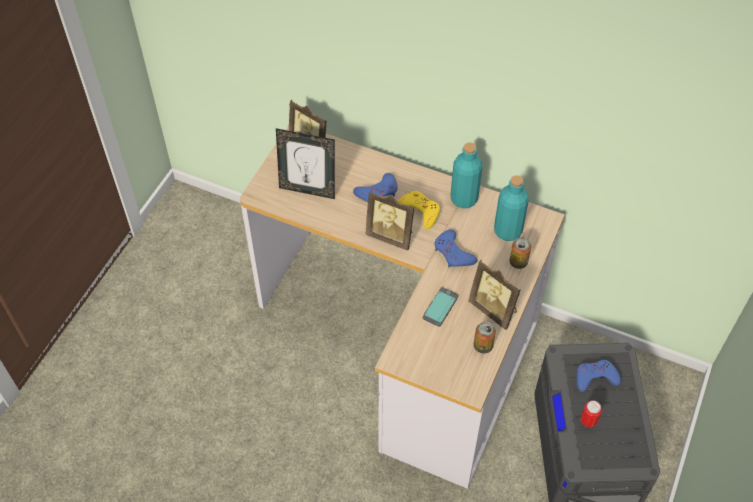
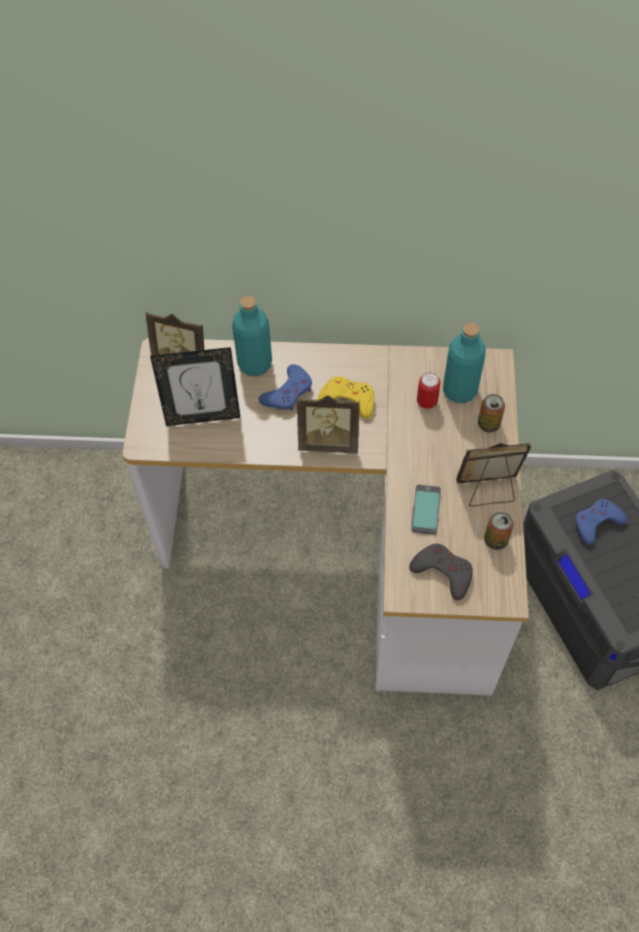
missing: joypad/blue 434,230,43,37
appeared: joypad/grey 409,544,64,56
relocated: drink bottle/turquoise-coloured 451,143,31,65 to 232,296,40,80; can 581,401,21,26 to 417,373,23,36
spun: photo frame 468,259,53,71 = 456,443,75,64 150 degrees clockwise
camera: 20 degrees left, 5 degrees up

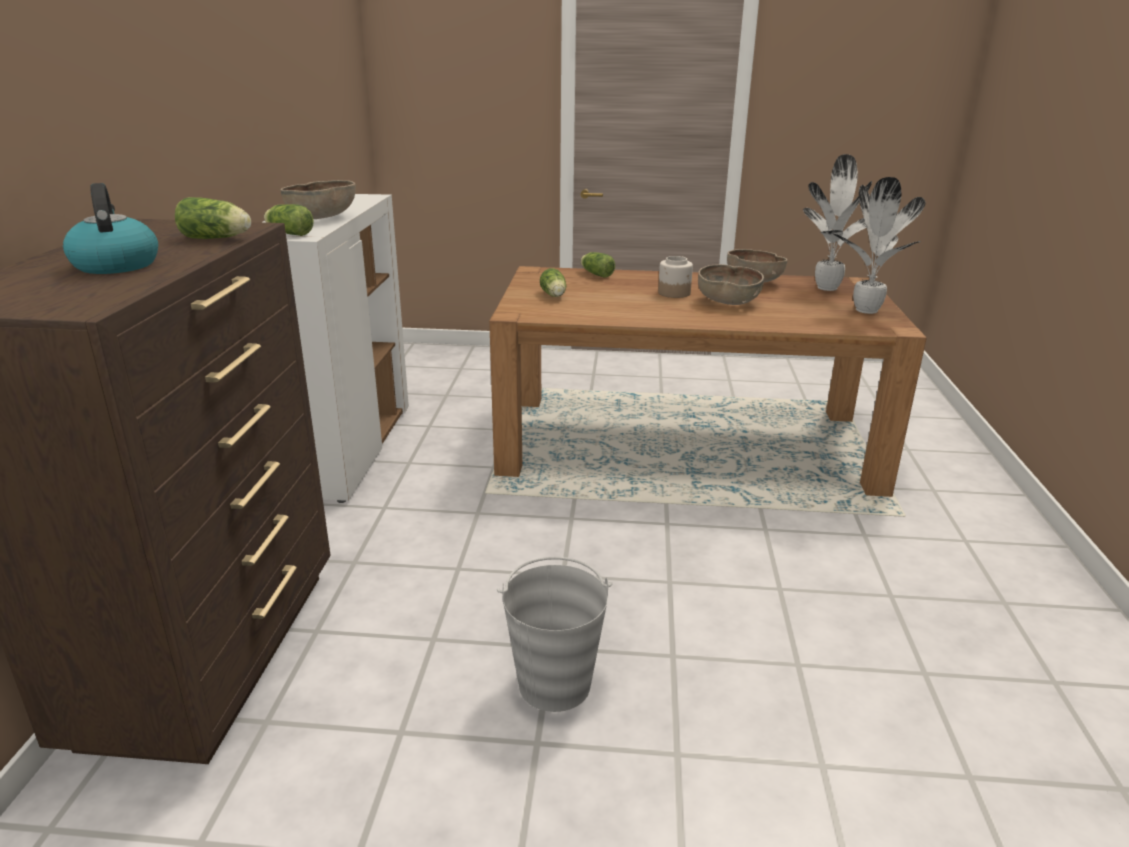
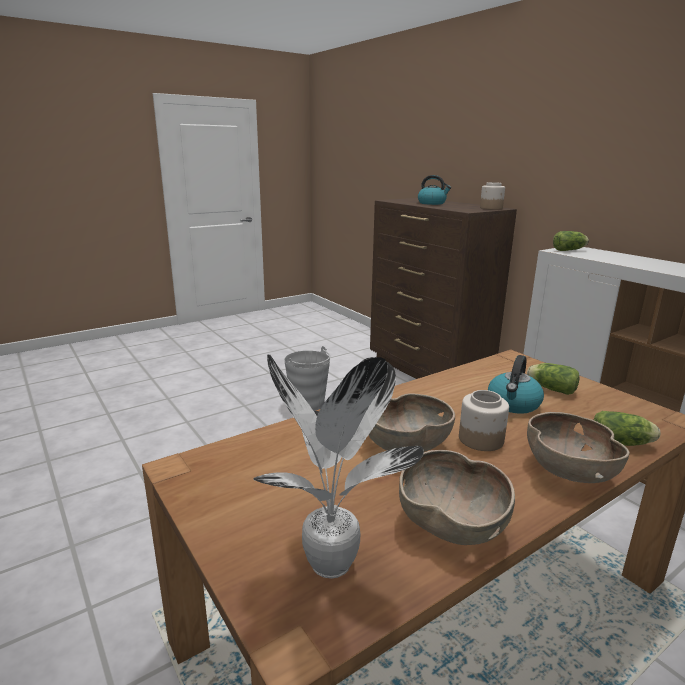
missing: plant in a pot 833,177,92,137; head of lettuce 175,197,76,42
appeared: storage jar 480,182,25,27; kettle 488,355,56,59
relocated: deep dish/brownish 280,180,76,39 to 527,412,102,71
camera: 140 degrees right, 5 degrees down

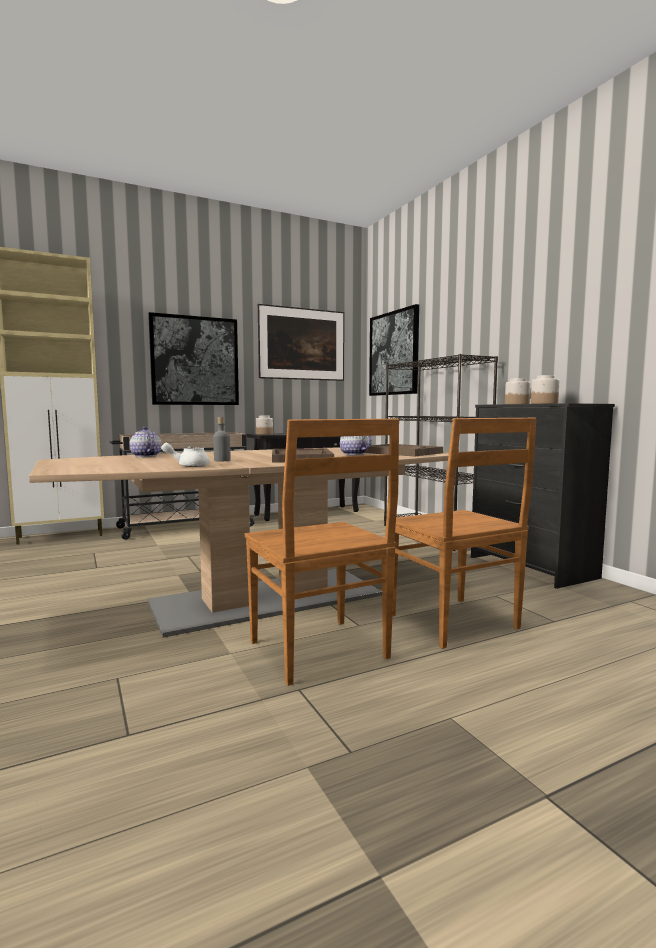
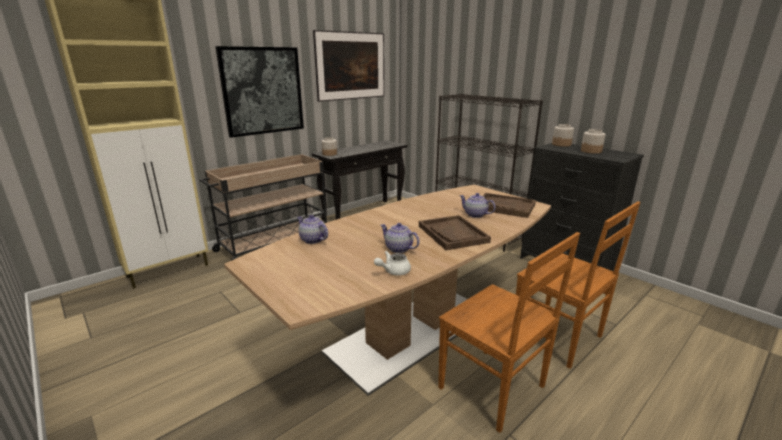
missing: wall art 369,304,50,92
exchanged: drink bottle/grey 213,417,18,44 to teapot 380,223,40,30
camera: 15 degrees left, 15 degrees up

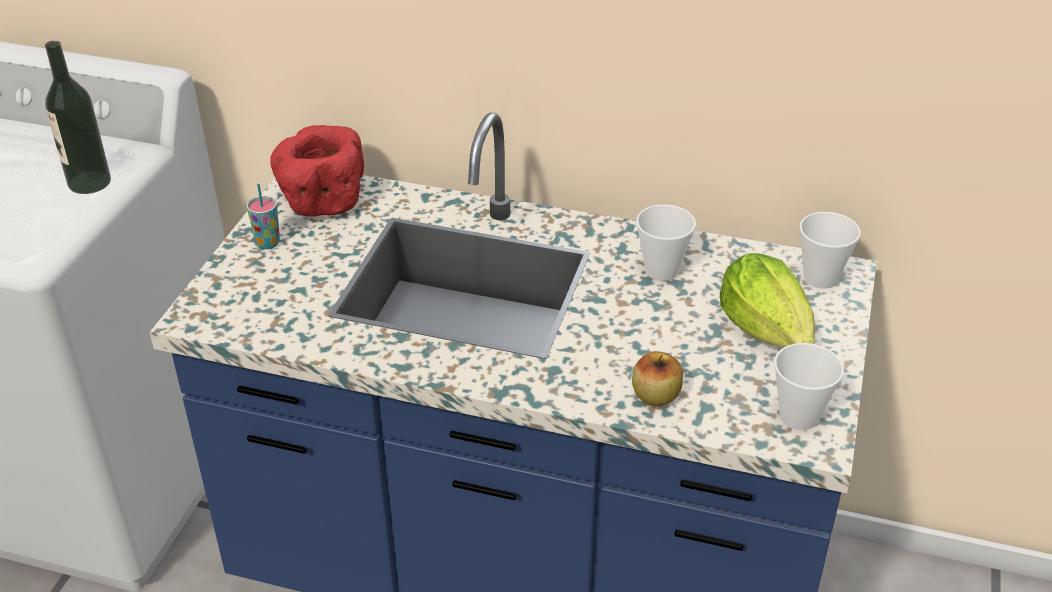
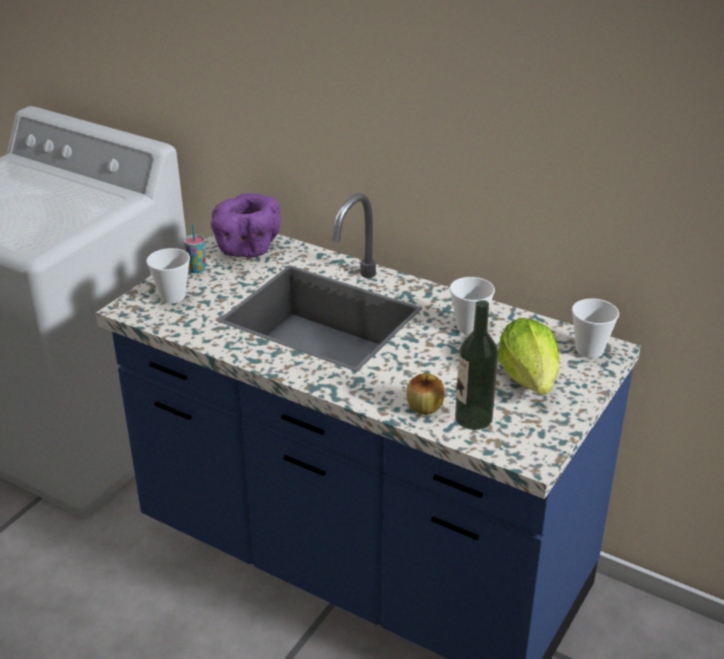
relocated: drink bottle 45,41,66,153 to 455,300,43,130; drinking cup 774,343,70,87 to 146,248,44,56
colour: deep dish/red-coloured 270,125,94,92 to deep dish/purplish 211,193,70,65
camera: 15 degrees right, 5 degrees down

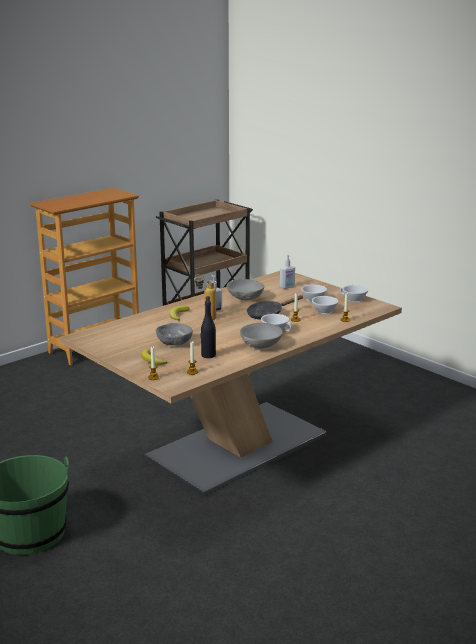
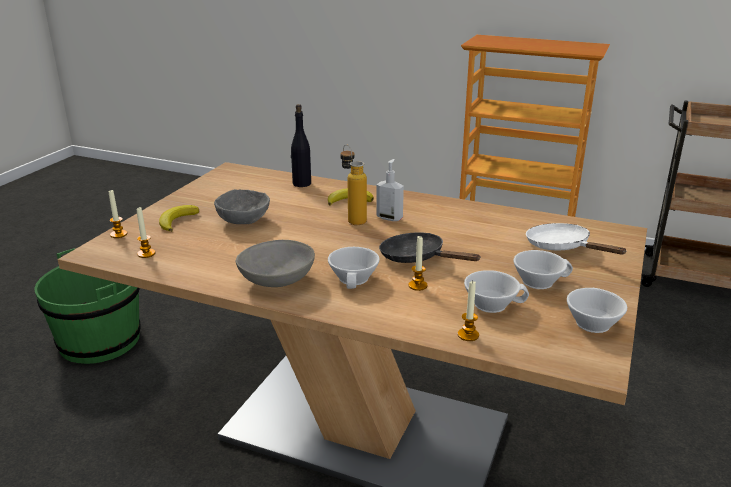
missing: deep dish/grey 226,279,38,21
relocated: drink bottle/black-coloured 200,296,16,62 to 291,104,20,83
exchanged: soap bottle 280,254,15,35 to pan/white-coloured 526,223,101,32
camera: 65 degrees right, 5 degrees up

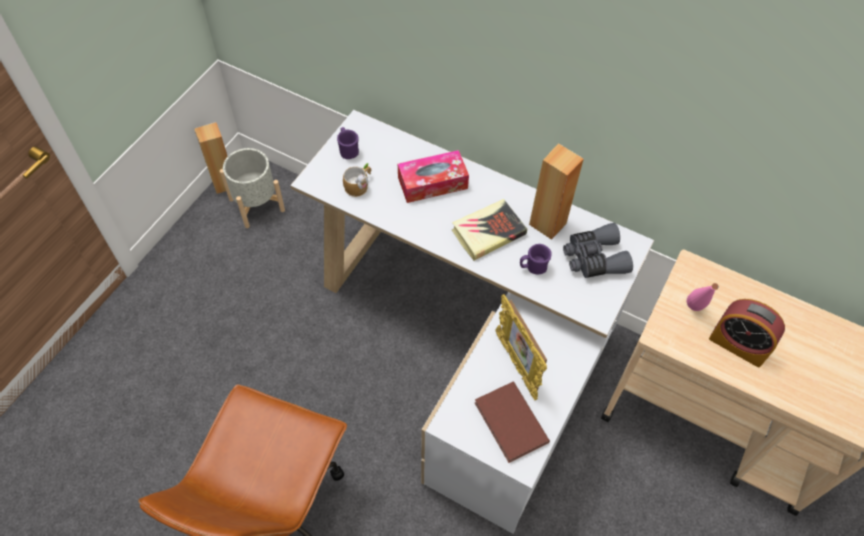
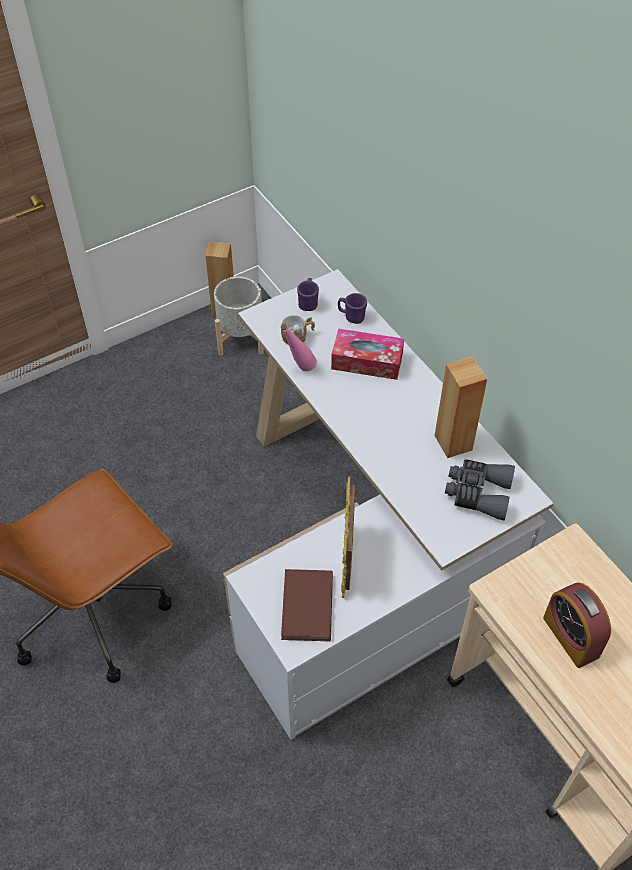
missing: book 452,199,75,62
relocated: mug/purplish 520,244,32,30 to 338,293,29,31; drink bottle/pinkish 687,283,32,28 to 281,324,36,47
camera: 30 degrees right, 5 degrees down

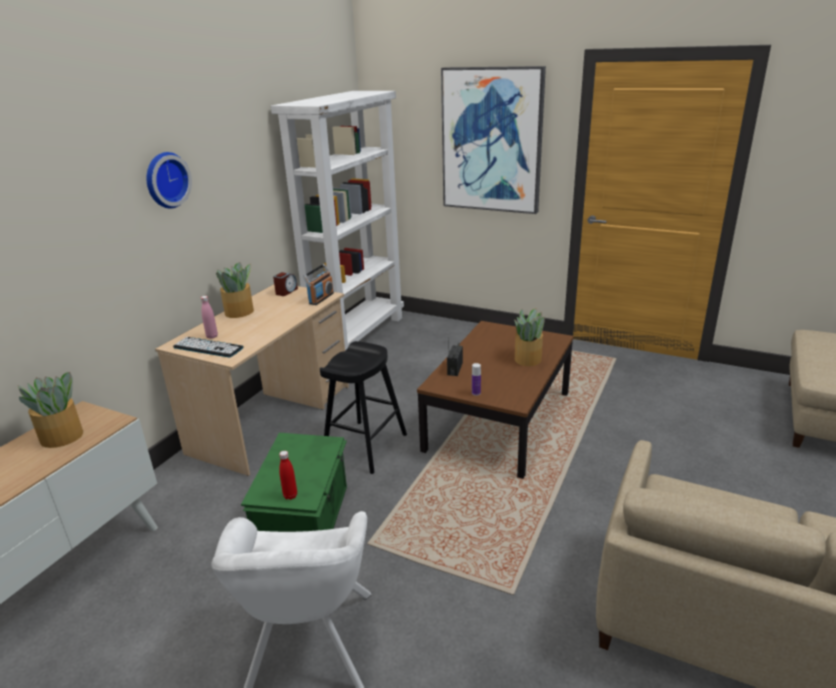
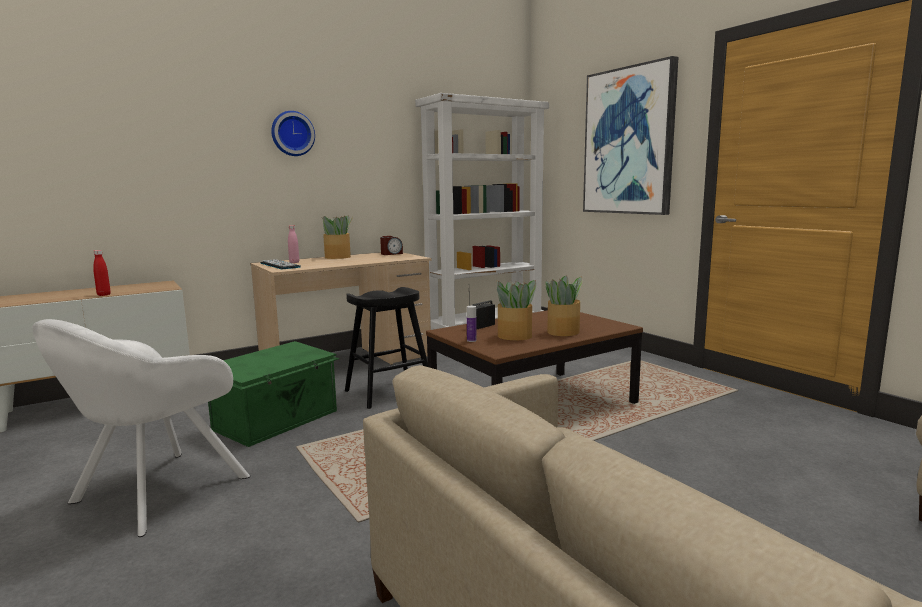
missing: radio 303,264,31,41
relocated: plant in a pot 18,372,65,76 to 497,280,40,60; drink bottle/red-coloured 279,451,18,49 to 93,250,18,46
camera: 30 degrees right, 15 degrees down

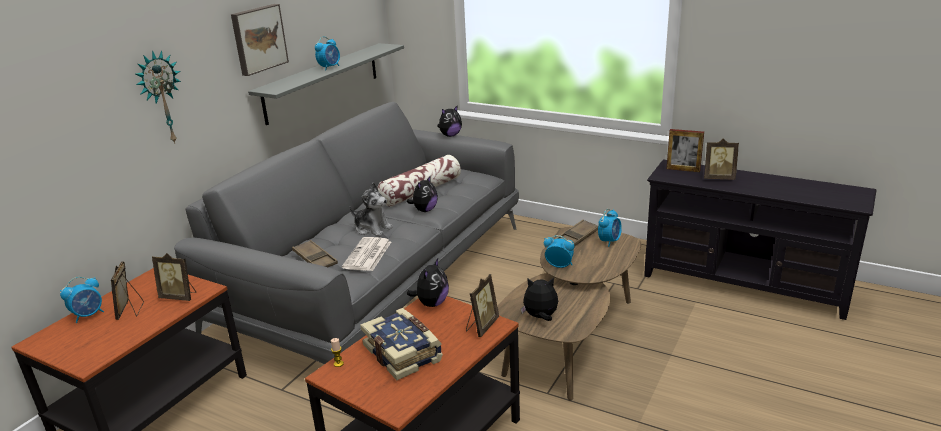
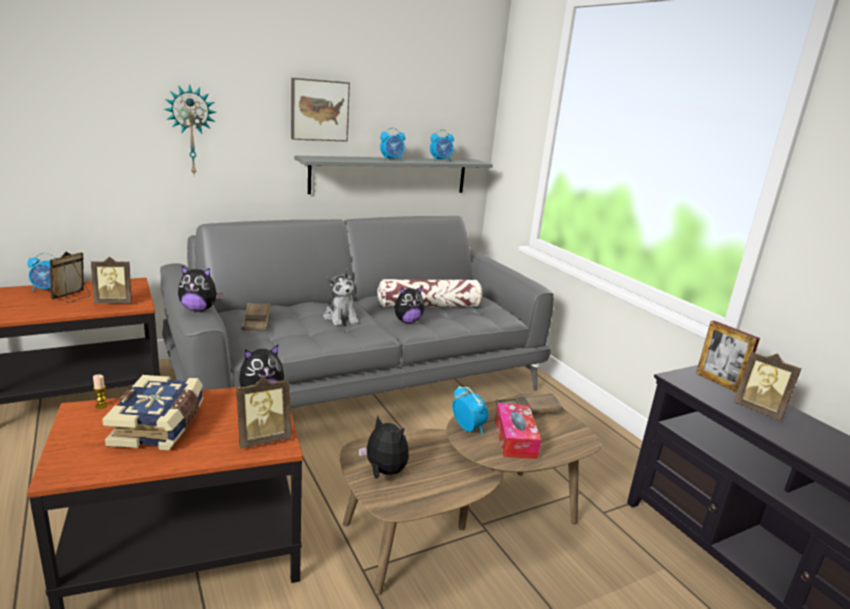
missing: daily paper 342,237,49,34
appeared: tissue box 495,403,46,56
relocated: plush toy 437,106,25,31 to 178,266,45,46; alarm clock 598,209,24,38 to 430,130,24,31
spun: photo frame 152,253,44,48 = 91,257,41,47 60 degrees counterclockwise
camera: 30 degrees right, 5 degrees down

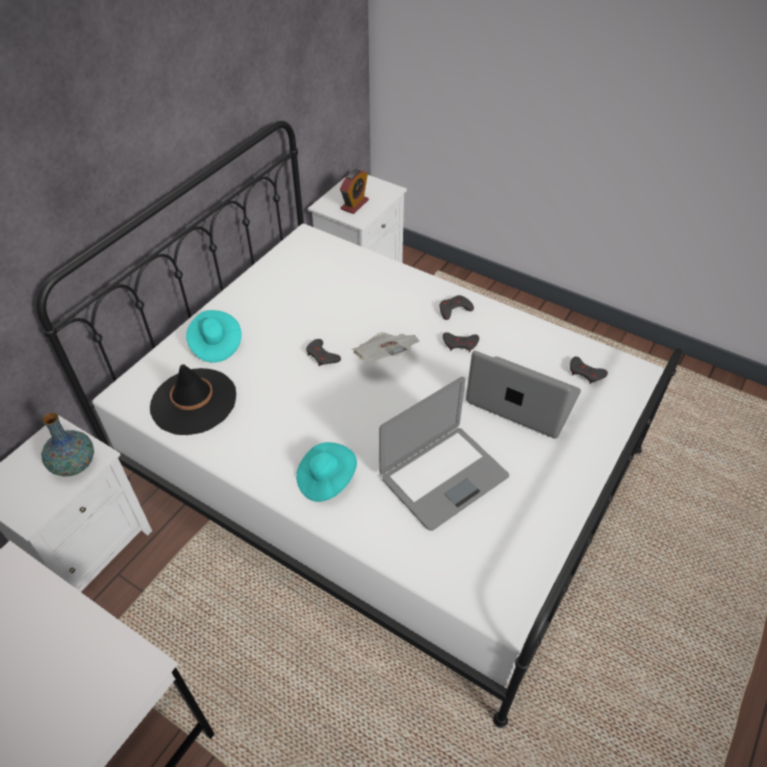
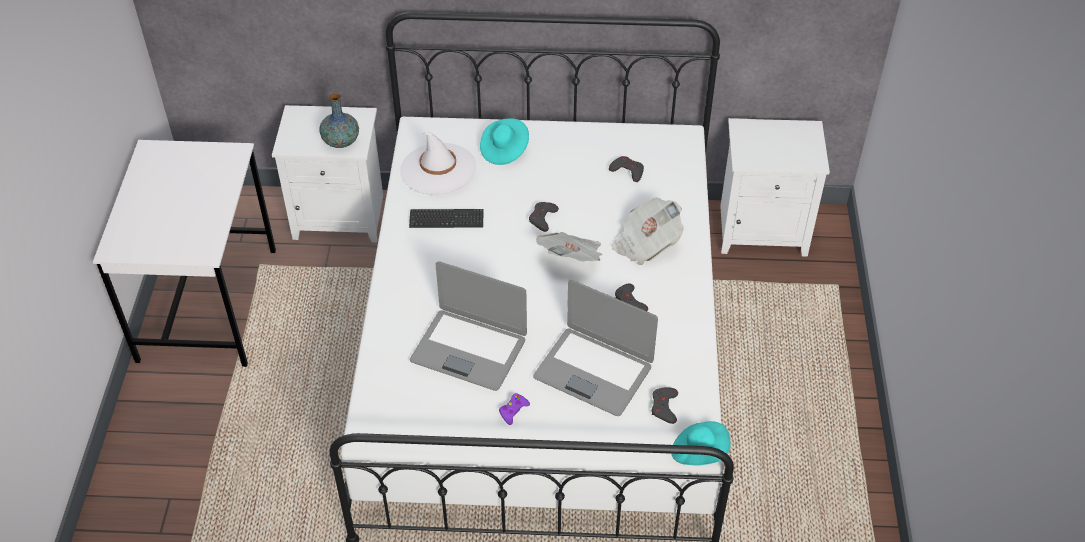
missing: alarm clock 340,169,29,45
appeared: daily paper 612,197,72,68; computer keyboard 409,209,75,19; joypad/purplish 499,393,31,32
relocated: joypad/grey 439,295,35,25 to 609,156,35,26; clothing hat/turquoise-coloured 296,442,61,60 to 671,421,60,44
colour: clothing hat/black-coloured 150,364,86,71 to clothing hat/white-coloured 400,132,77,63
spun: laptop 466,351,115,87 = 533,280,125,136 120 degrees clockwise
camera: 60 degrees right, 0 degrees up

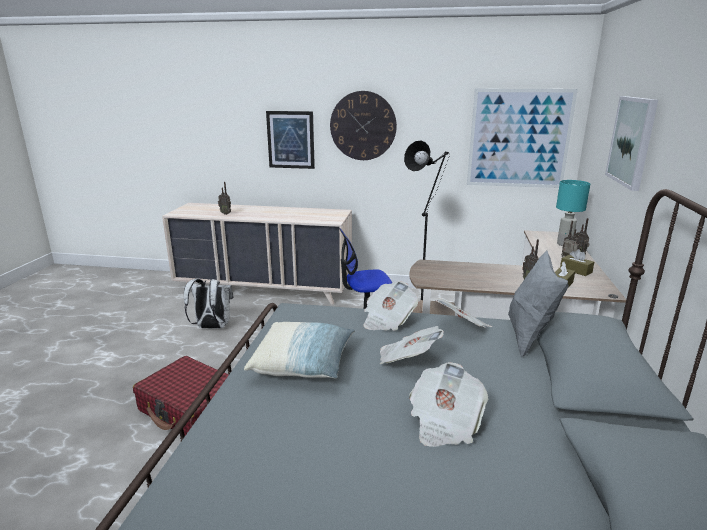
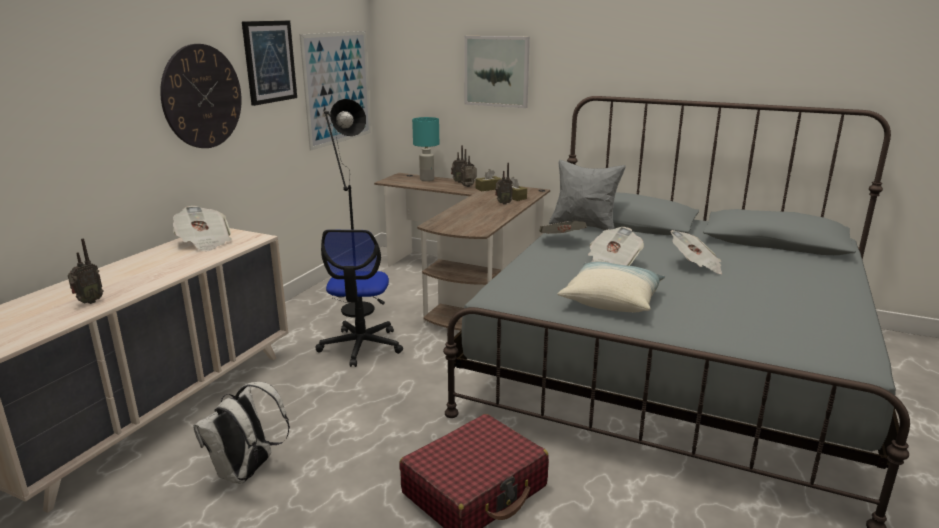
relocated: wall art 266,111,49,58 to 242,20,55,86; daily paper 363,281,55,50 to 173,206,59,46
camera: 75 degrees left, 0 degrees up

